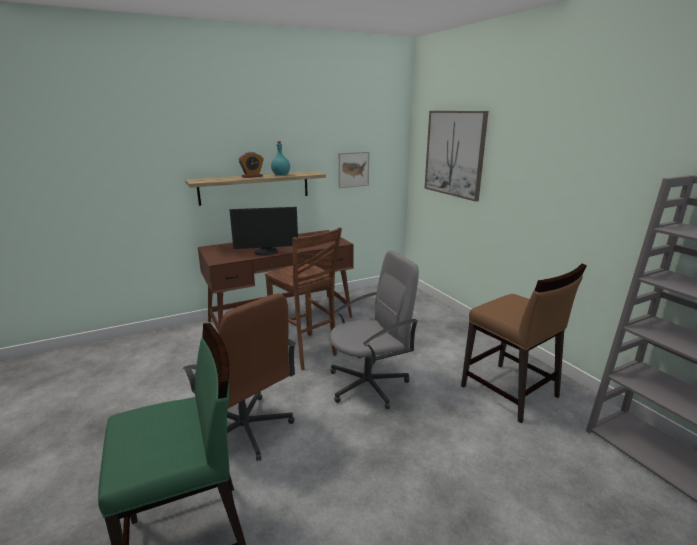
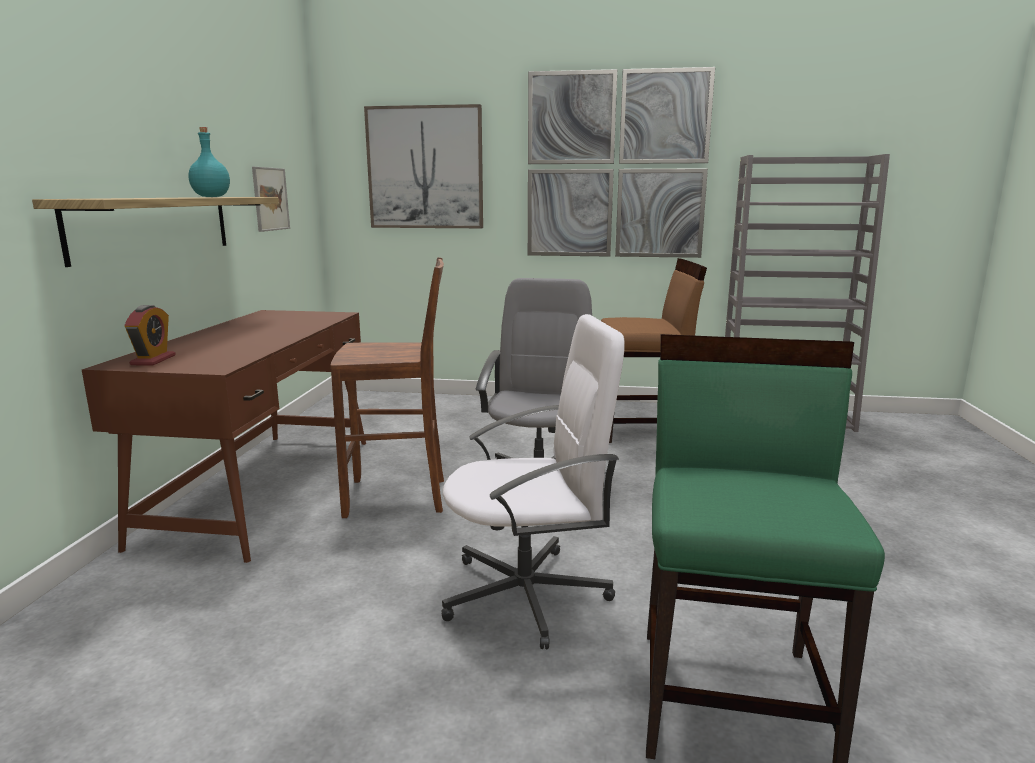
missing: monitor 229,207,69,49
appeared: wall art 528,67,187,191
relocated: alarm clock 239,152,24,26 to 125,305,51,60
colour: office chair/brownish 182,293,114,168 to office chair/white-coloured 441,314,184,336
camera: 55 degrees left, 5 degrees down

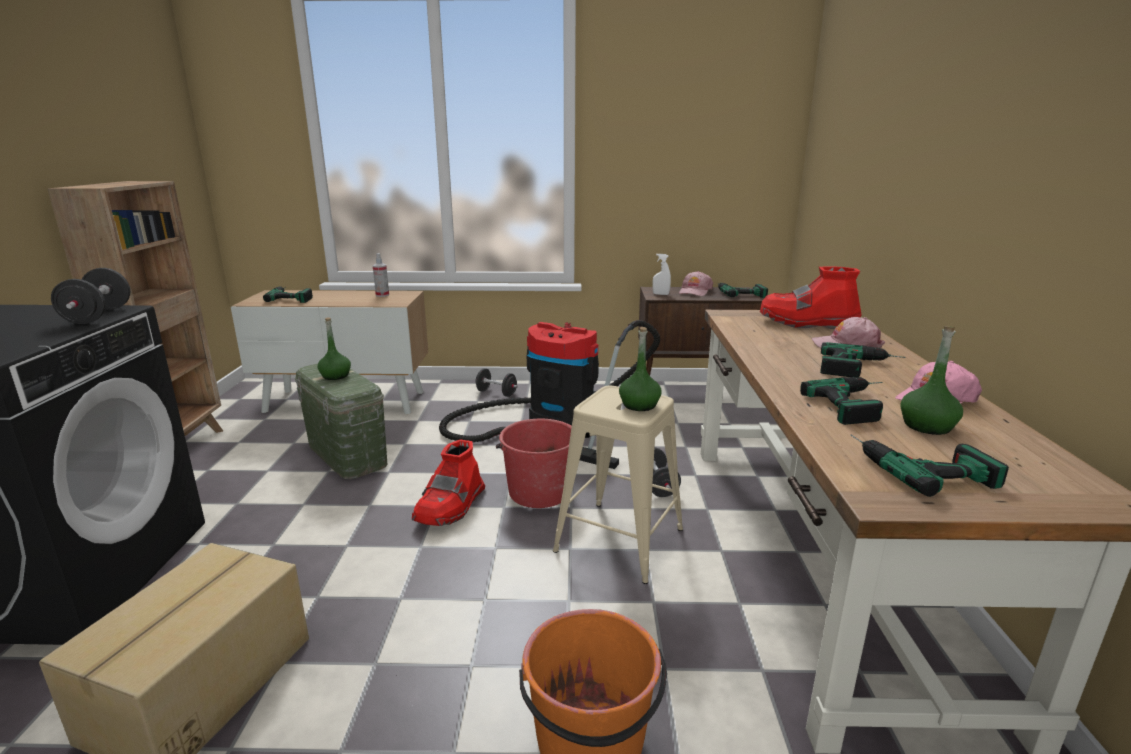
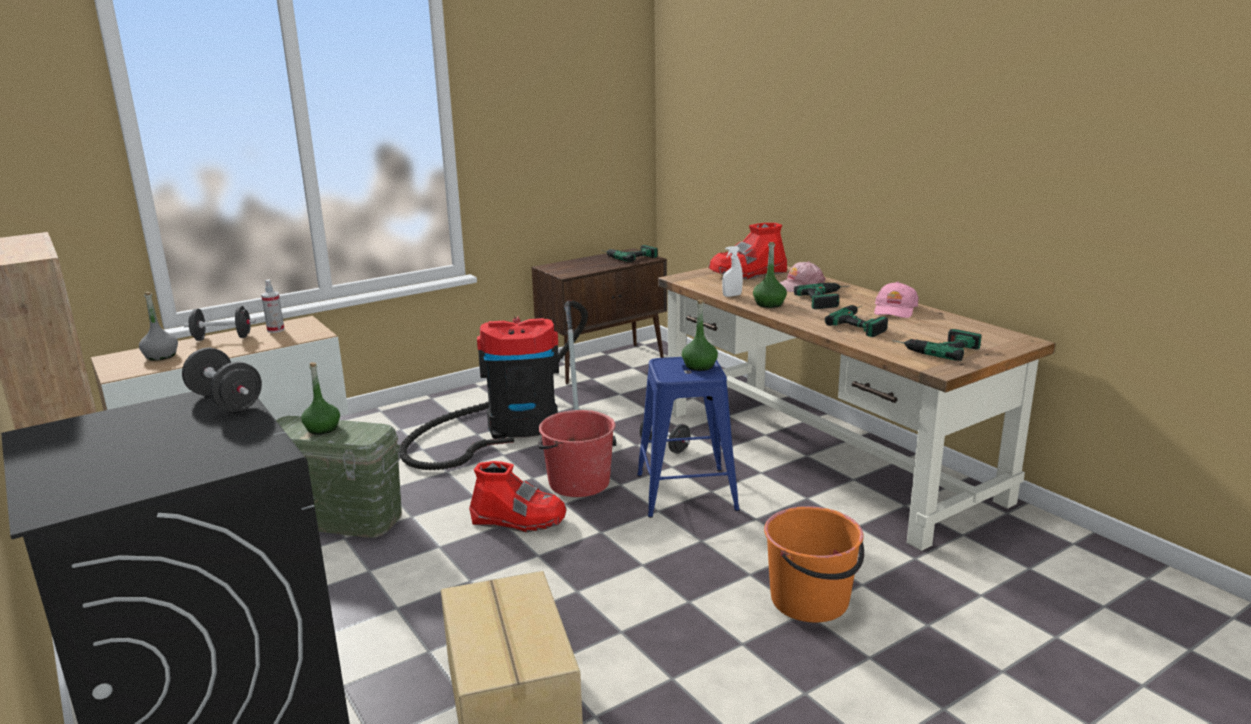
missing: cap/pinkish 679,271,34,25
relocated: sprayer/white-coloured 652,254,19,41 to 722,246,21,51; drink bottle/green-coloured 900,326,63,109 to 753,242,34,66; free weight/black-coloured 475,368,43,29 to 184,306,72,35
exchanged: drill 263,287,50,16 to drink bottle/grey 139,292,39,69
colour: sitting stool/sand-coloured 553,385,130,199 to sitting stool/blue 637,357,103,161
spun: high-top boot/red-coloured 412,439,73,87 = 469,461,98,71 60 degrees counterclockwise
camera: 35 degrees left, 0 degrees up

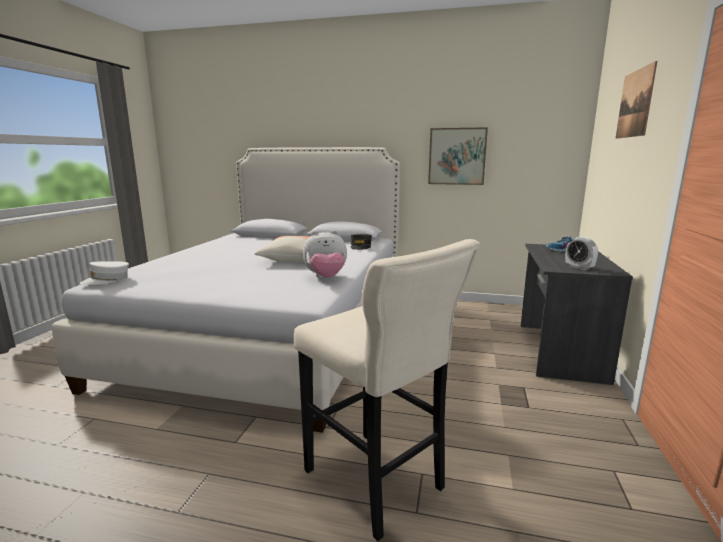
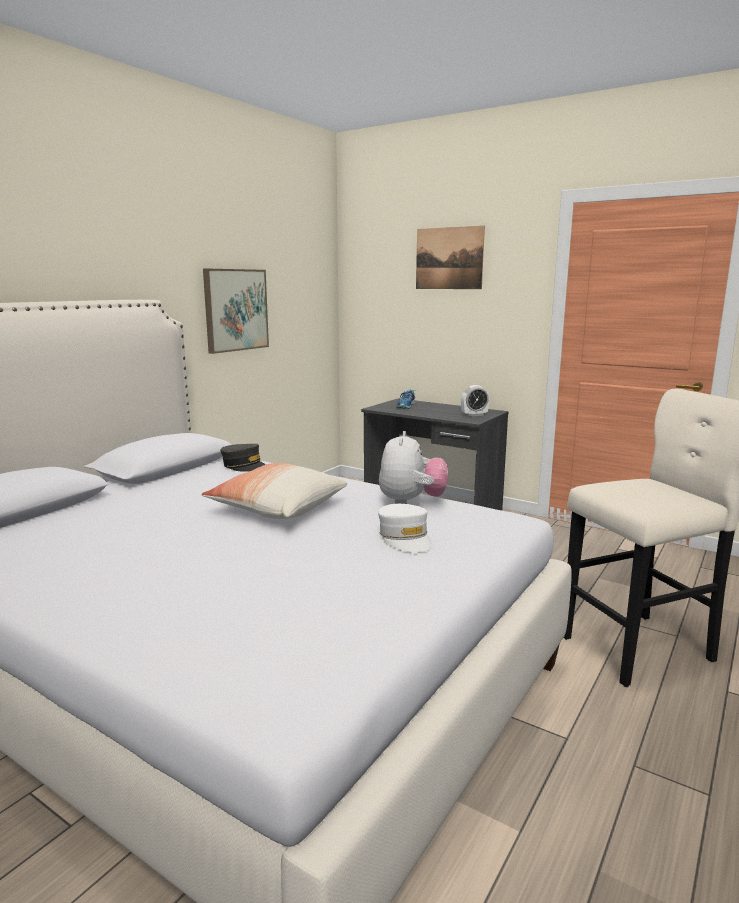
relocated: cap/white-coloured 80,261,49,24 to 378,504,53,48
camera: 70 degrees left, 0 degrees up

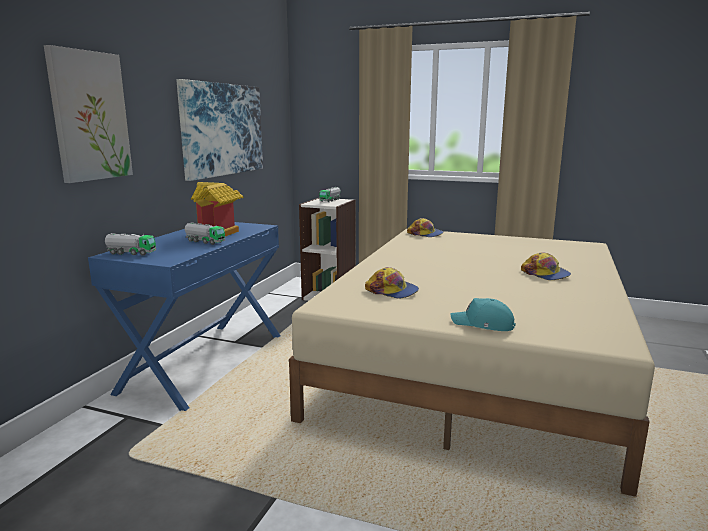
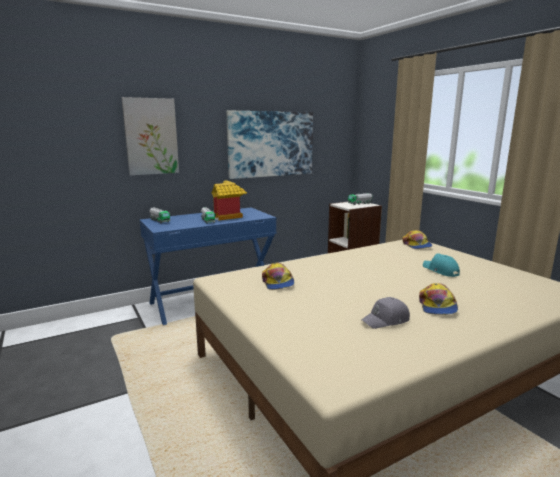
appeared: cap/grey 361,297,49,32
relocated: cap/turquoise-coloured 450,298,66,33 to 423,253,37,24
camera: 40 degrees right, 0 degrees up

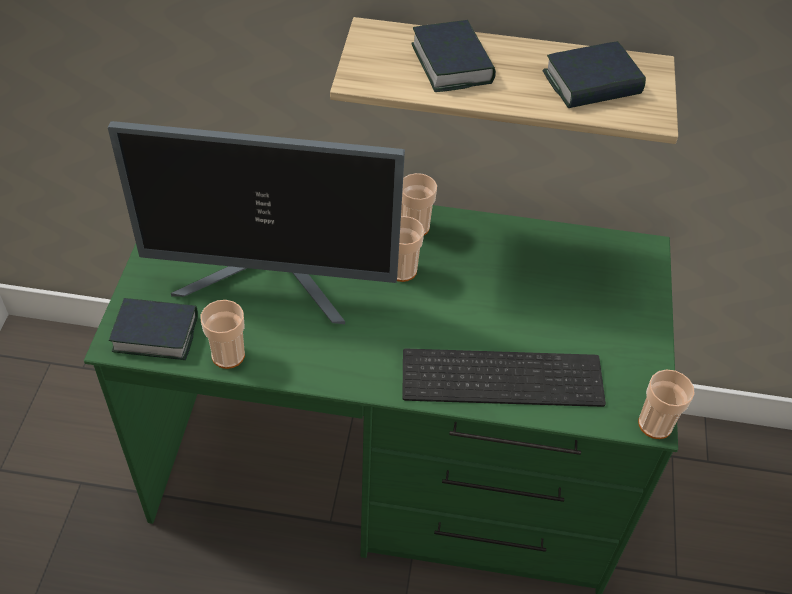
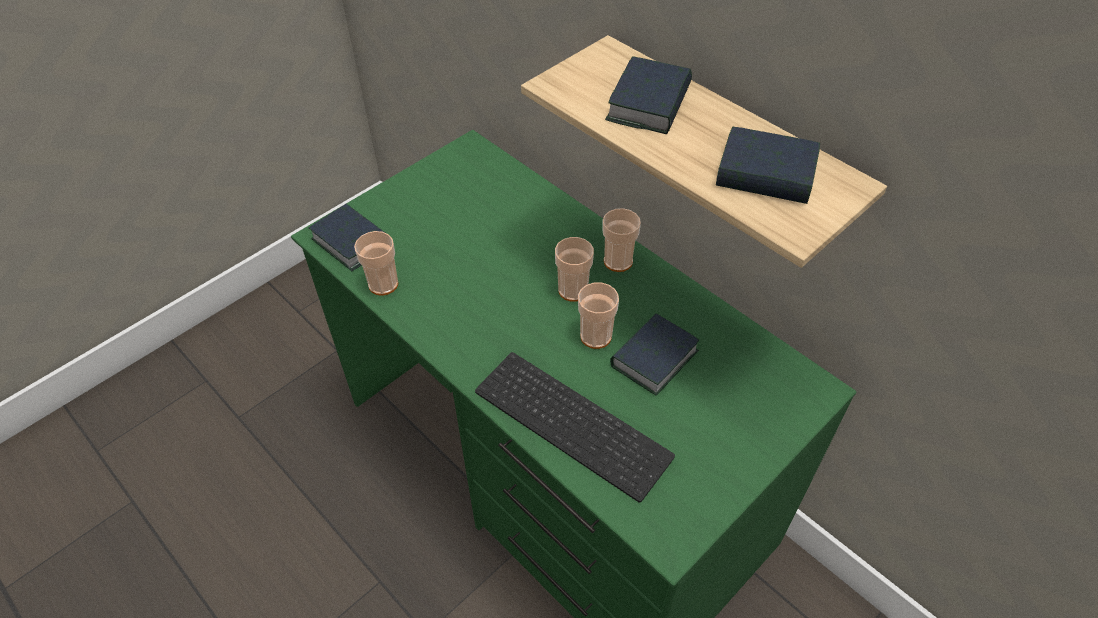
missing: monitor 108,121,297,203
appeared: book 610,313,89,82
relocated: drinking cup 638,369,57,70 to 578,282,41,67
camera: 40 degrees right, 0 degrees up

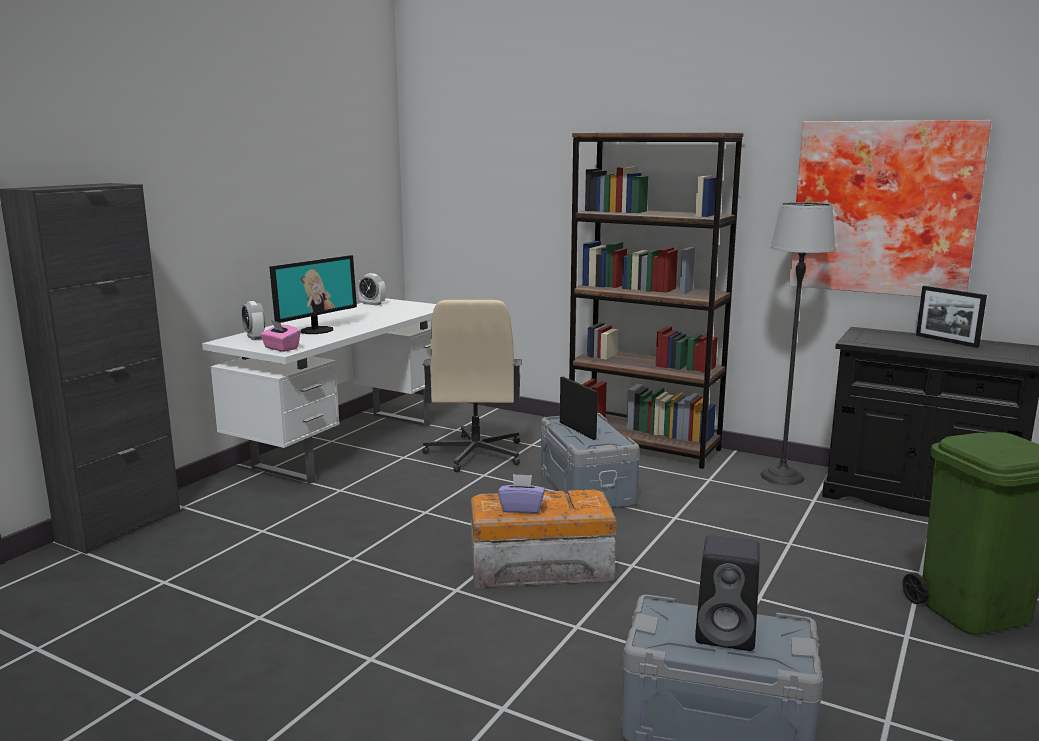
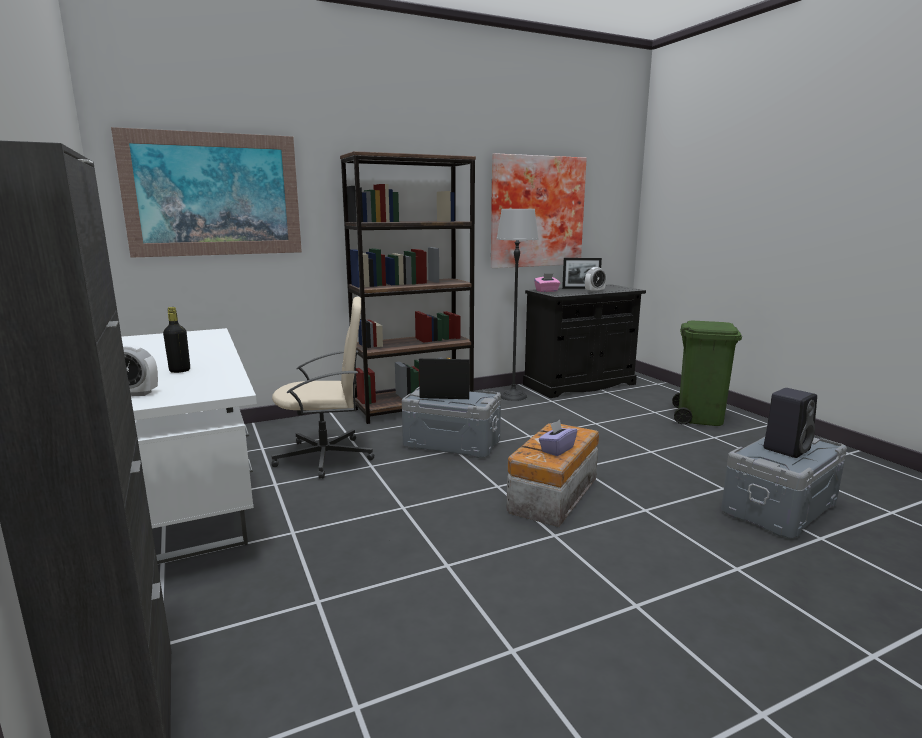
appeared: wall art 111,127,191,131
relocated: alarm clock 358,273,28,32 to 585,267,21,26; tissue box/pinkish 260,320,40,32 to 534,274,26,18
exchanged: monitor 269,255,88,79 to drink bottle/black-coloured 163,307,27,66
spun: office chair/sand-coloured 422,300,100,172 = 271,297,103,182 45 degrees counterclockwise
camera: 55 degrees left, 0 degrees up

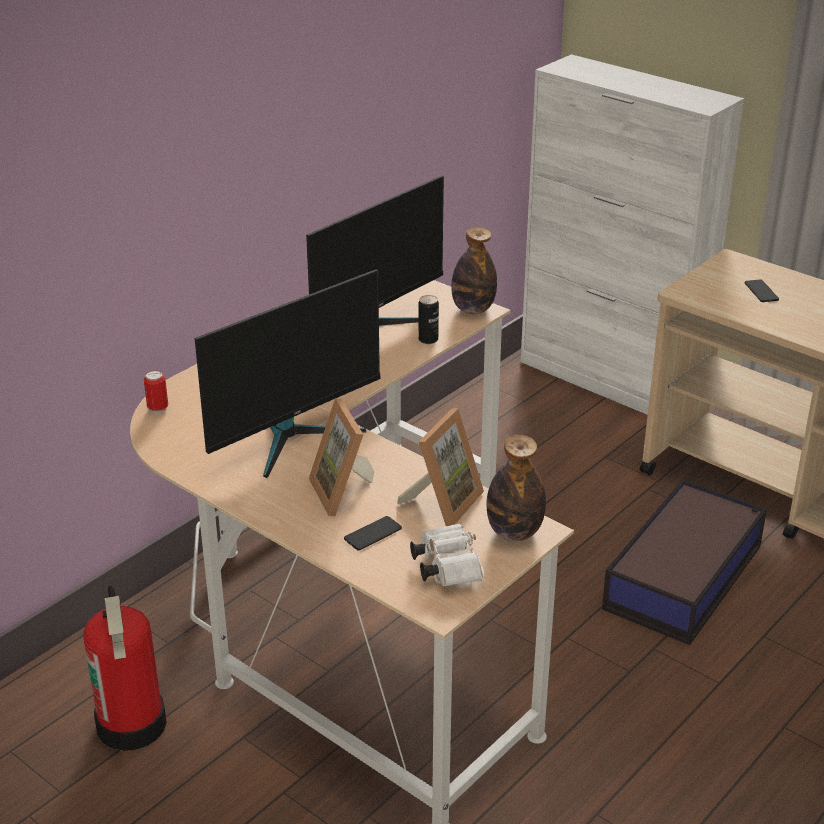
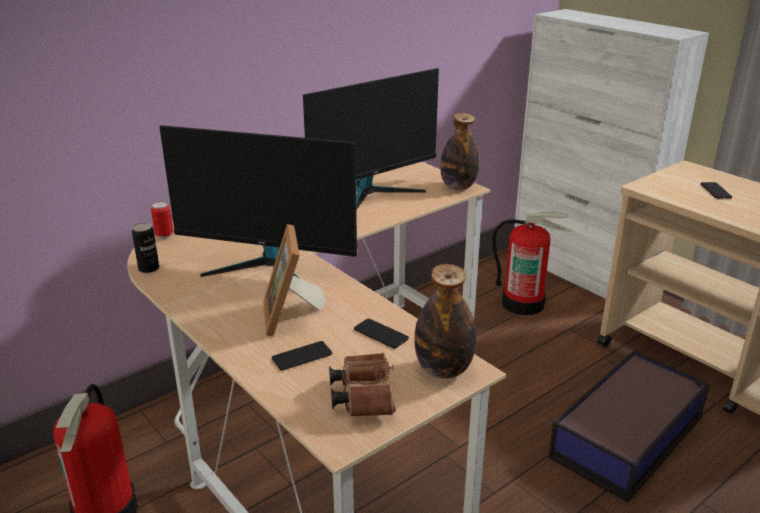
appeared: extinguisher 492,212,80,103
relocated: can 418,295,21,49 to 132,223,27,50
exchanged: photo frame 397,408,87,118 to telephone 354,318,55,31
colour: binoculars/white-coloured 410,523,75,64 to binoculars/brownish 329,353,67,64
spun: monitor 195,269,185,209 = 159,125,198,153 45 degrees clockwise
camera: 10 degrees right, 5 degrees down

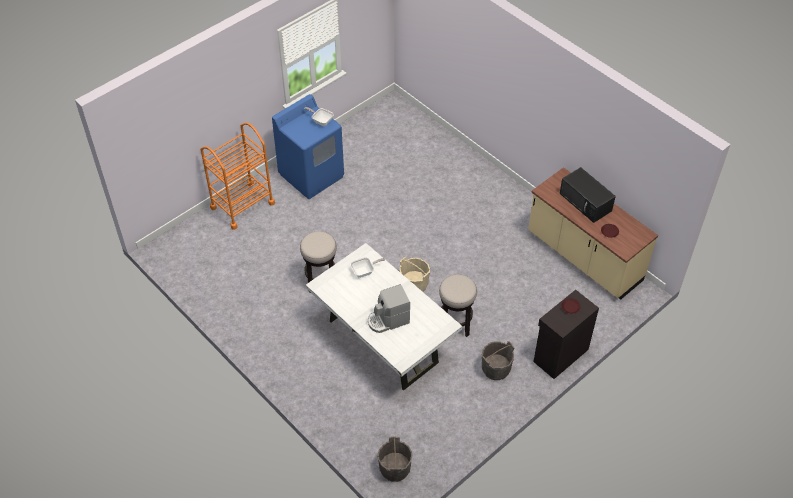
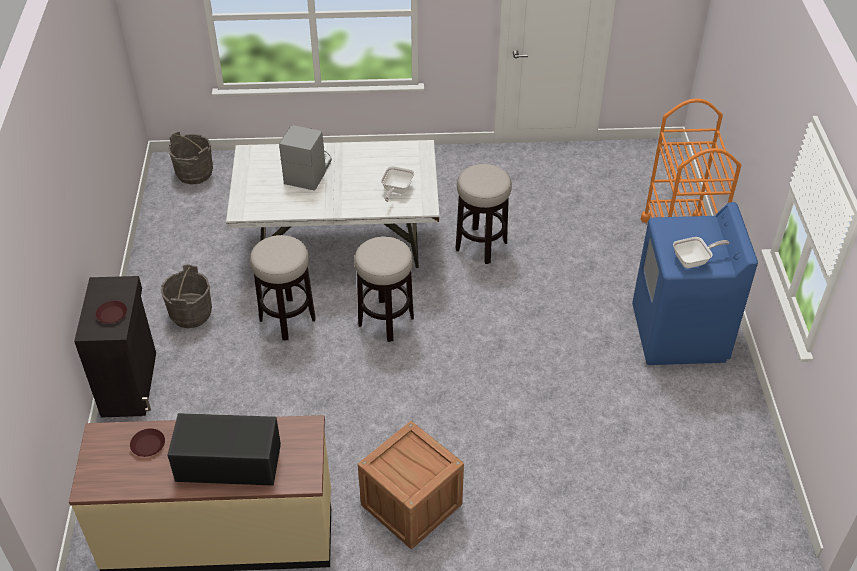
appeared: crate 358,421,106,128
exchanged: pail/sand-coloured 400,257,30,35 to sitting stool 354,236,60,106
camera: 130 degrees right, 5 degrees down

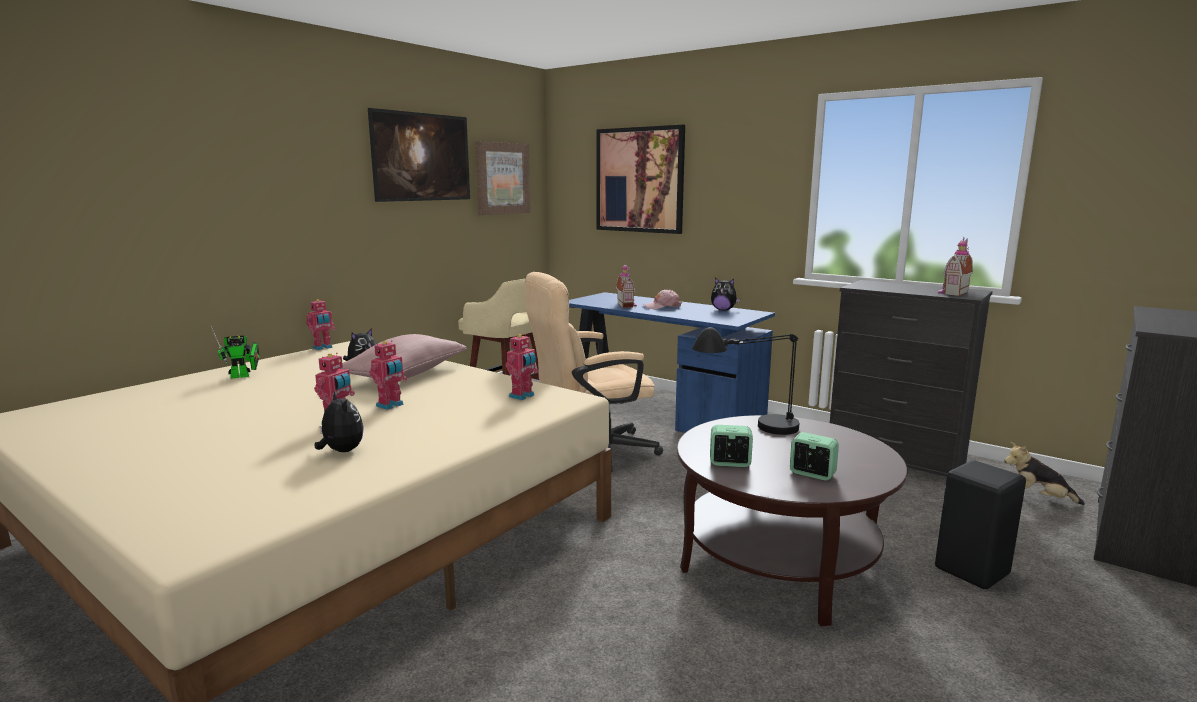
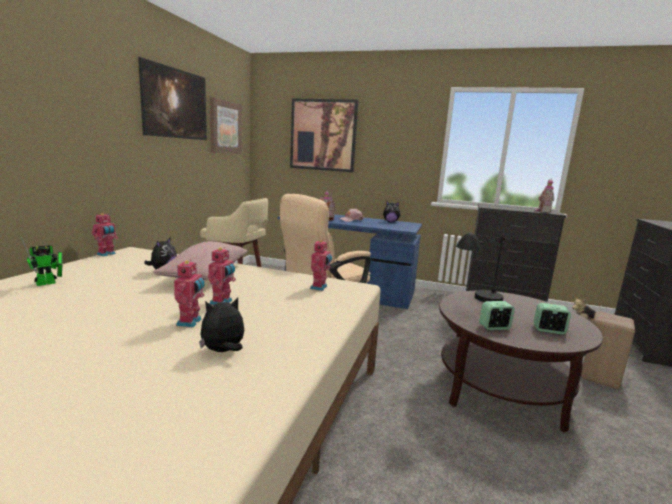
colour: sitting stool/black-coloured 935,460,91,129 to sitting stool/sand-coloured 581,311,54,78
spun: plush toy 314,392,50,60 = 199,297,45,55 60 degrees counterclockwise
camera: 20 degrees left, 0 degrees up

